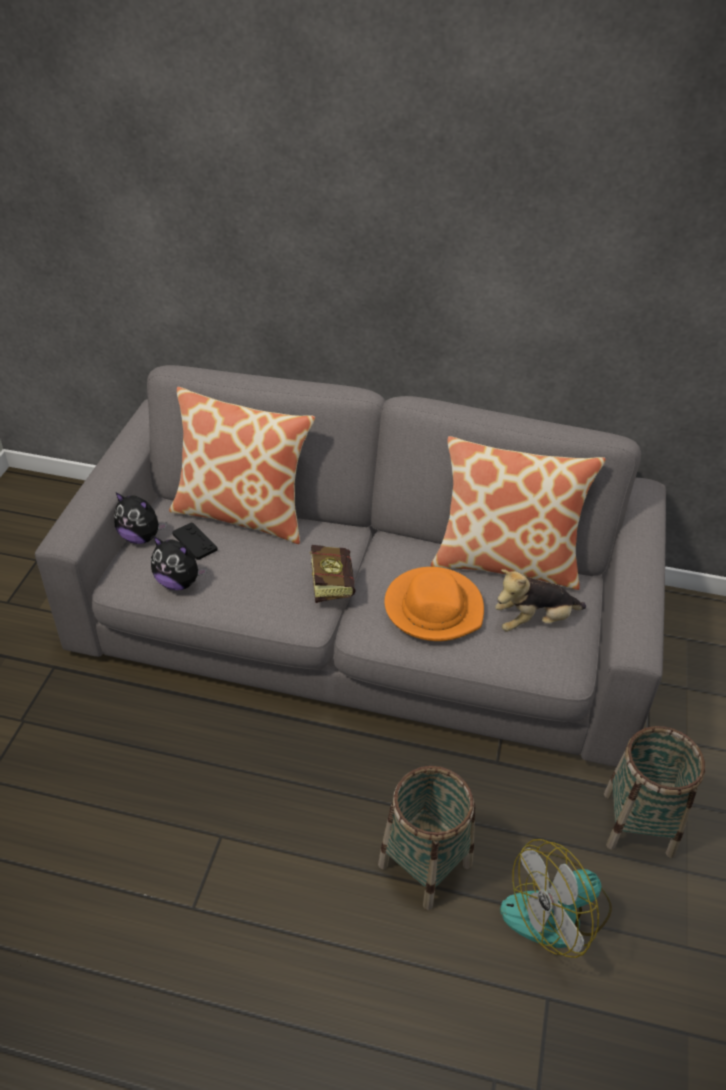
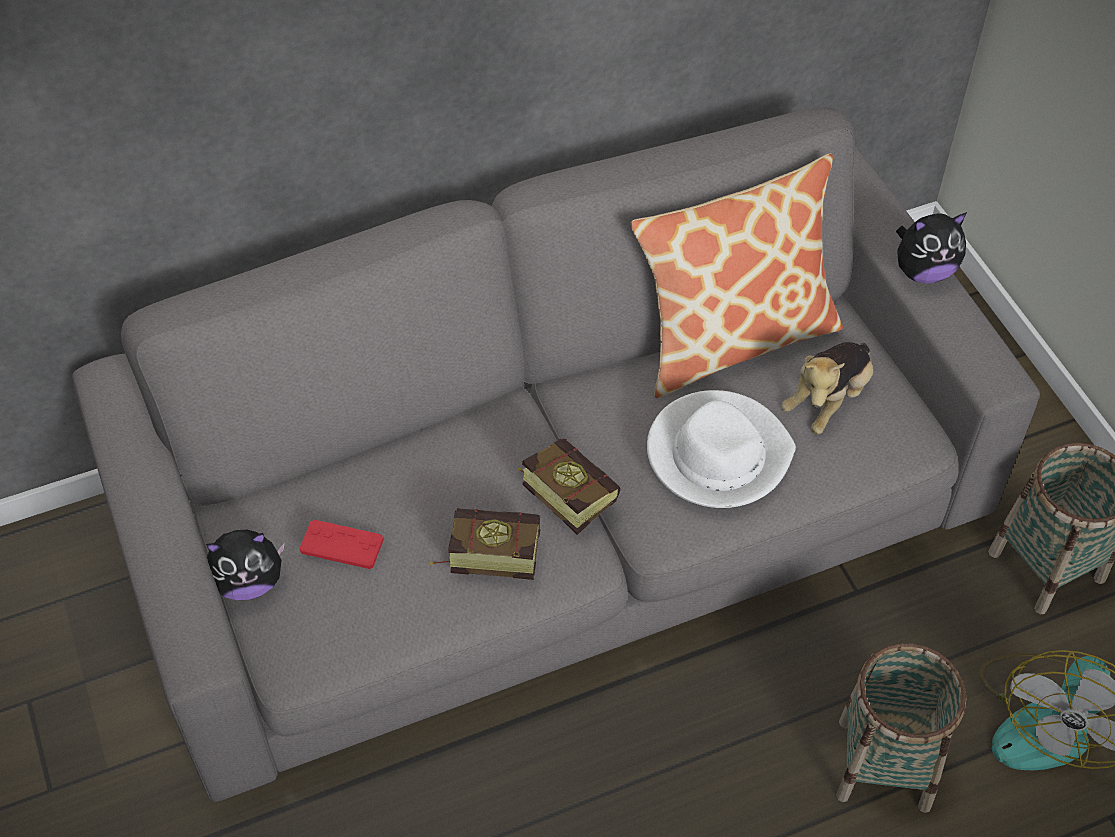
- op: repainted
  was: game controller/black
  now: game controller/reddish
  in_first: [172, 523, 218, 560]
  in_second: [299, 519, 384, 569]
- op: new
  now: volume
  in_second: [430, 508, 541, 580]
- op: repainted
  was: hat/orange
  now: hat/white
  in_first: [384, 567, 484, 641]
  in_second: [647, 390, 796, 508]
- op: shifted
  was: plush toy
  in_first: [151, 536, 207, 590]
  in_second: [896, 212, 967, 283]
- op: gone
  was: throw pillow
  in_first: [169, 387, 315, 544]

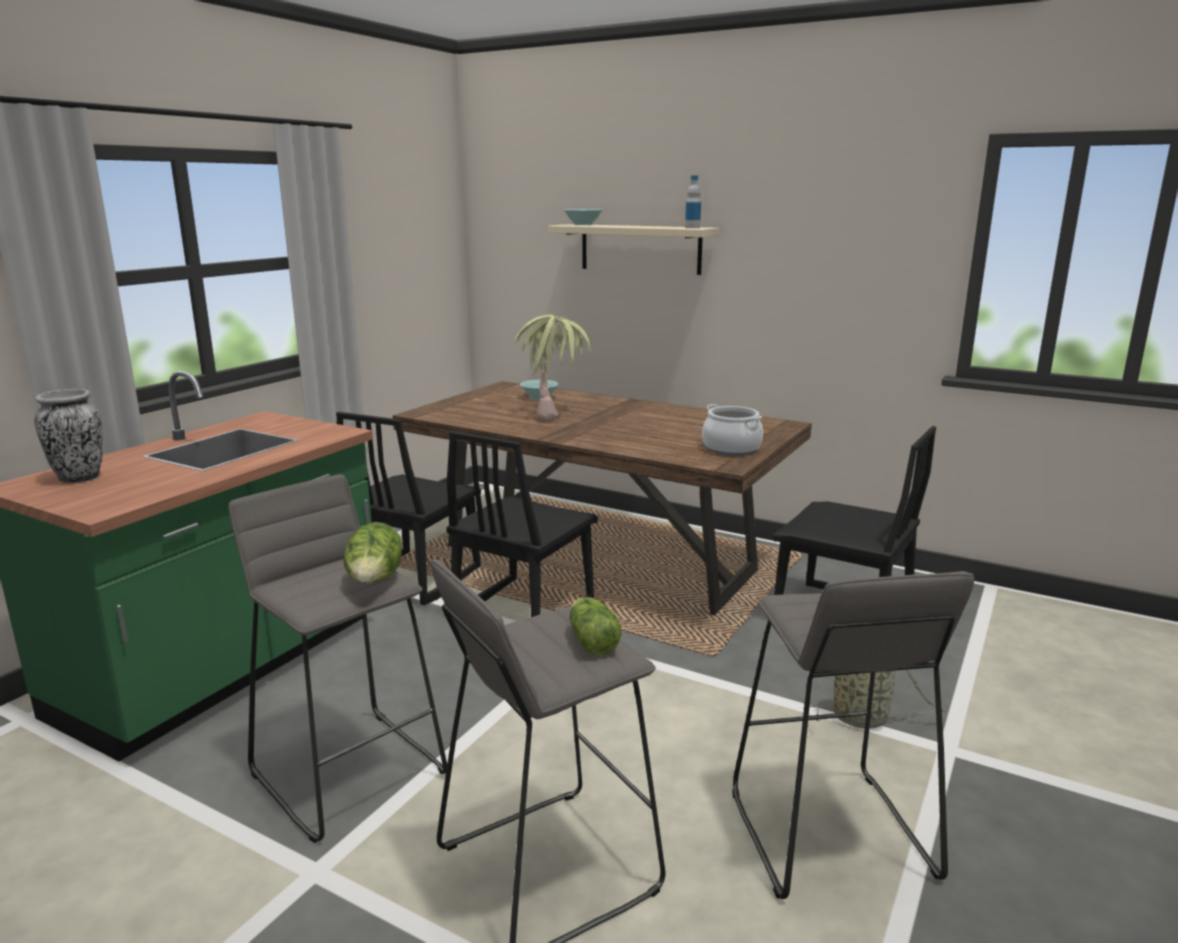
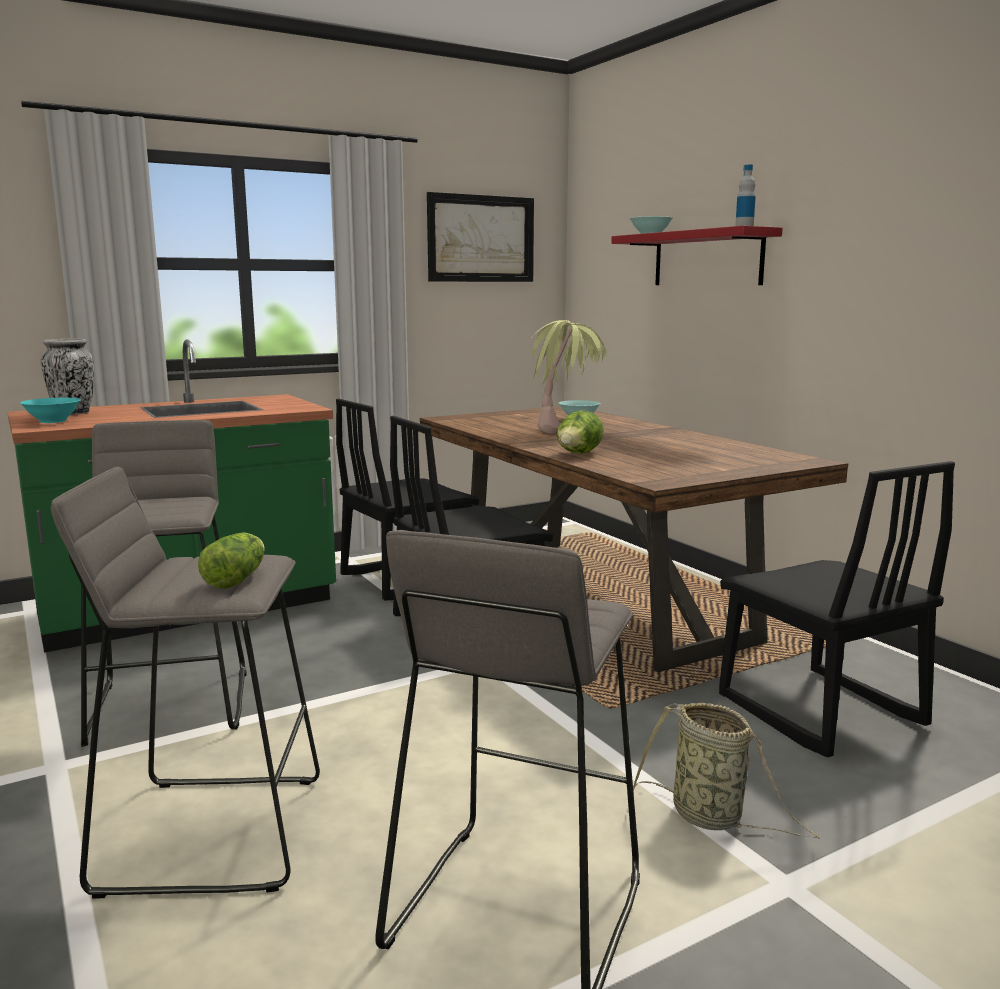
- op: new
  now: serving bowl/turquoise
  in_second: [20, 398, 81, 423]
- op: new
  now: wall picture
  in_second: [427, 192, 534, 282]
- op: shifted
  was: lettuce head
  in_first: [344, 522, 402, 583]
  in_second: [556, 410, 604, 454]
- op: repainted
  was: wall shelf/beige
  now: wall shelf/reddish
  in_first: [548, 224, 719, 275]
  in_second: [611, 226, 783, 285]
- op: gone
  was: saucepot
  in_first: [702, 404, 763, 455]

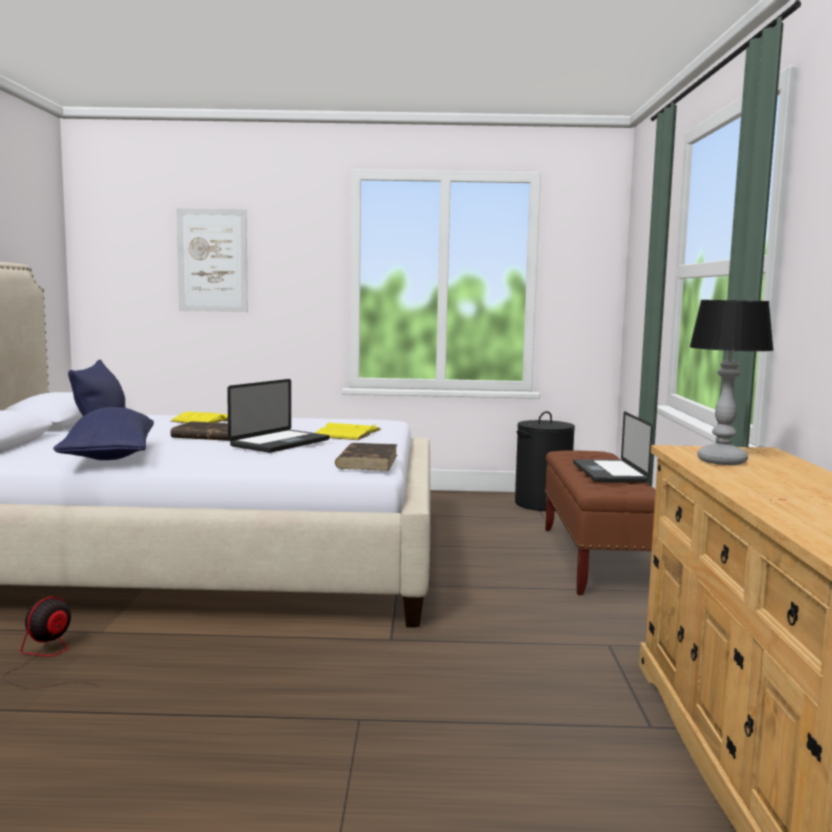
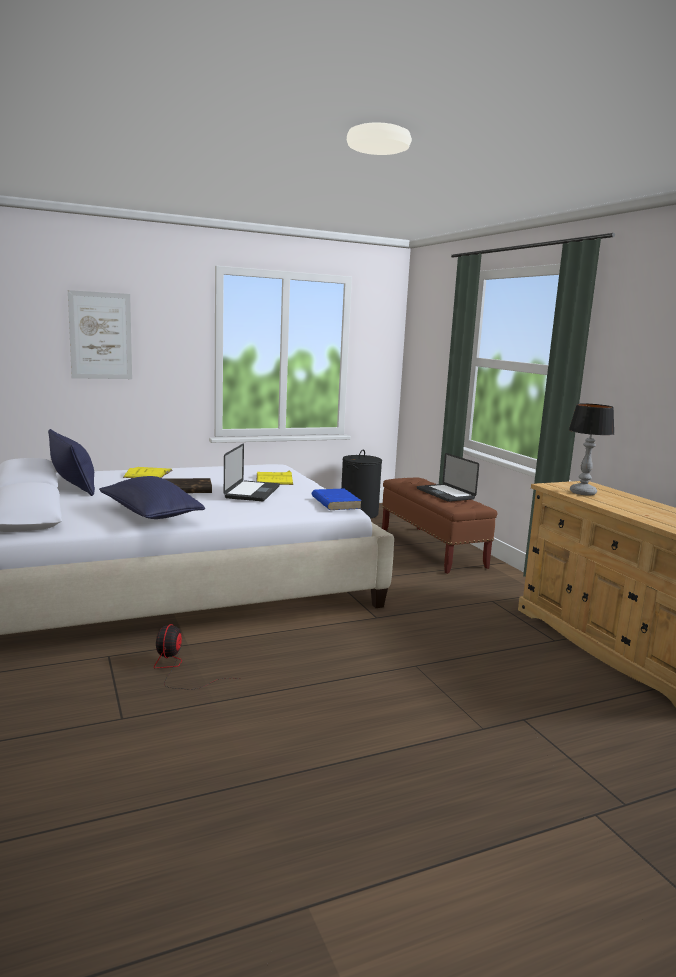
- op: repainted
  was: volume/brown-coloured
  now: volume/bluish
  in_first: [335, 443, 398, 471]
  in_second: [312, 488, 362, 510]

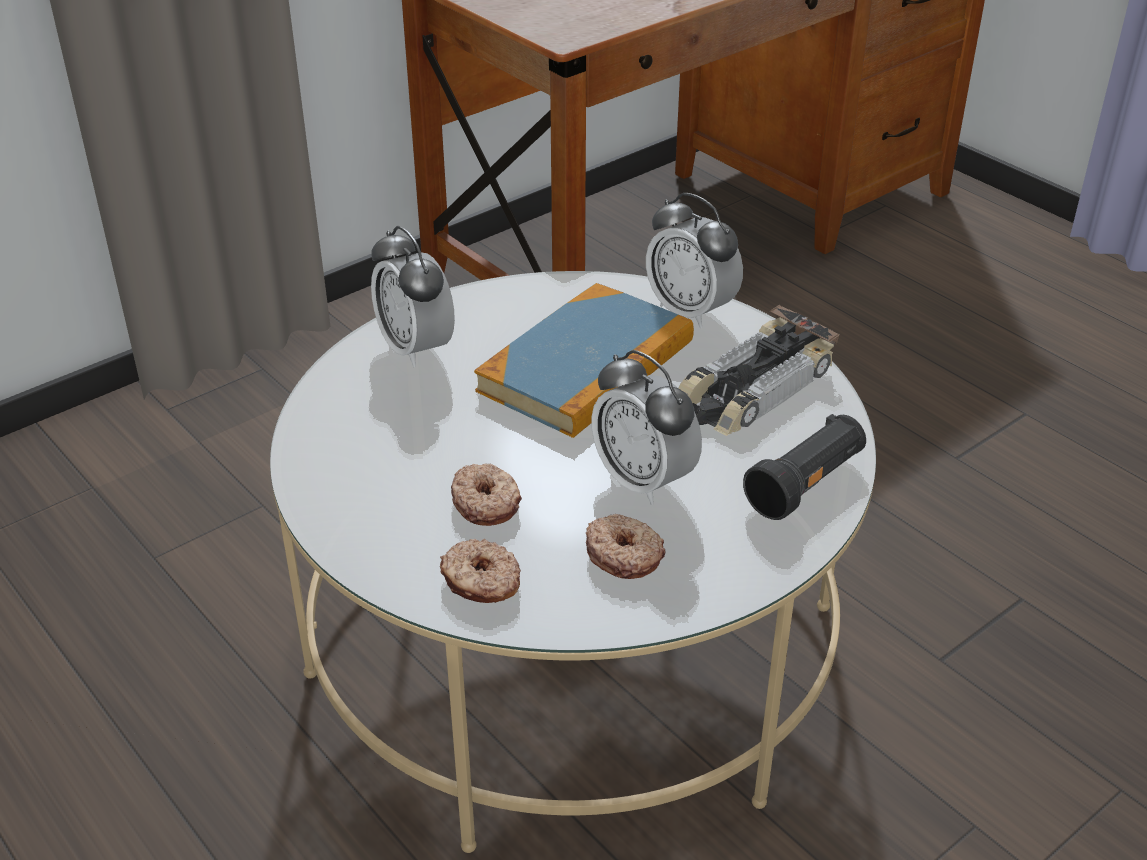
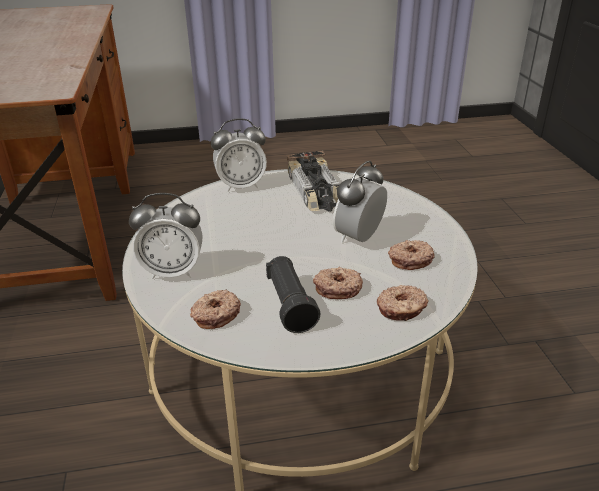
- op: new
  now: donut
  in_second: [190, 290, 241, 329]
- op: shifted
  was: hand torch/black
  in_first: [743, 414, 866, 520]
  in_second: [266, 256, 320, 333]
- op: rotated
  was: alarm clock
  in_first: [591, 350, 702, 505]
  in_second: [333, 161, 387, 243]
  clockwise: 135
- op: gone
  was: volume
  in_first: [474, 283, 694, 438]

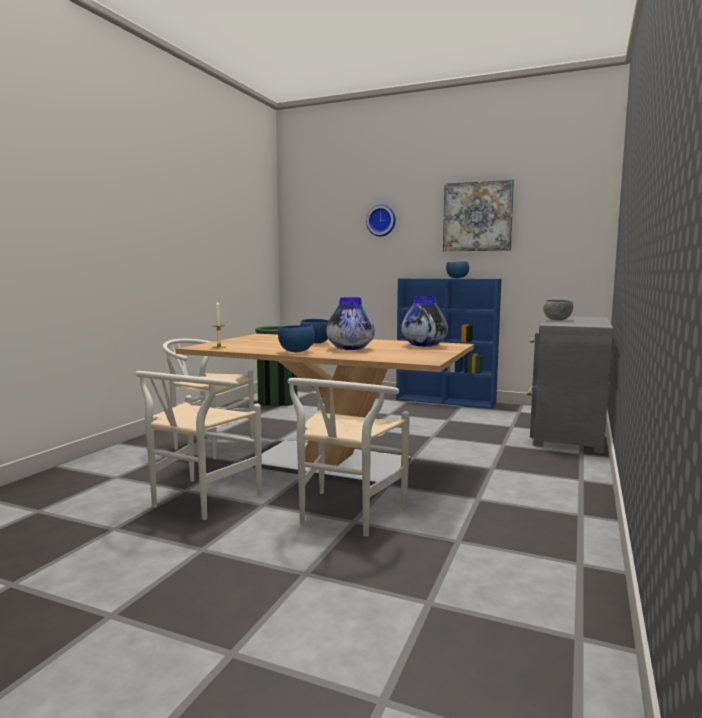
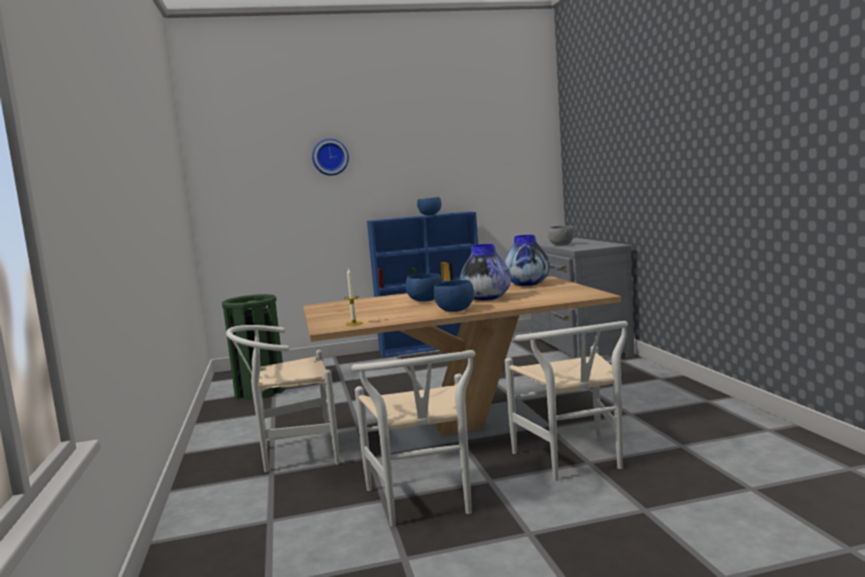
- op: gone
  was: wall picture
  in_first: [443, 179, 514, 252]

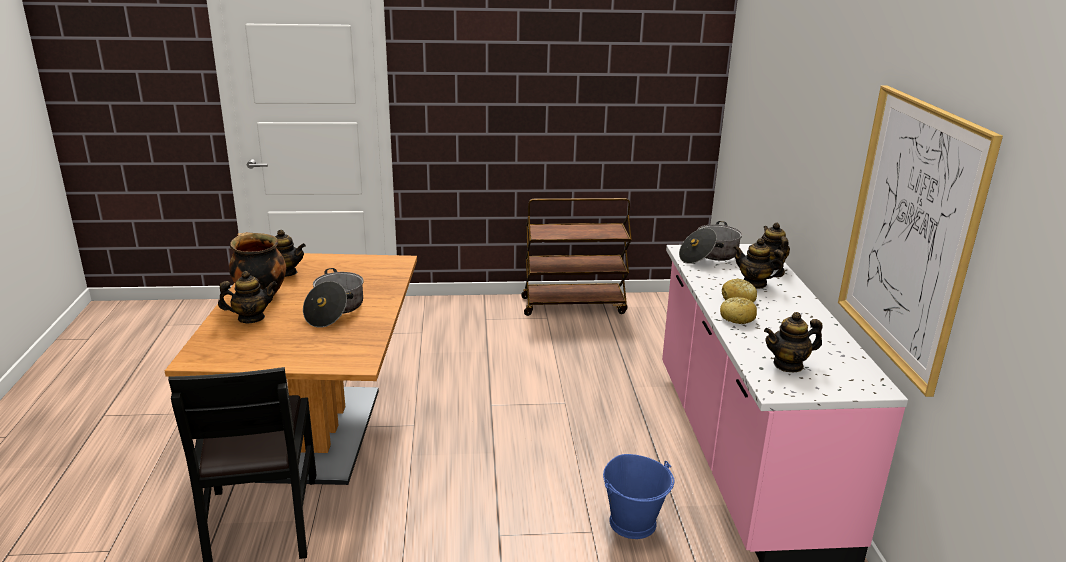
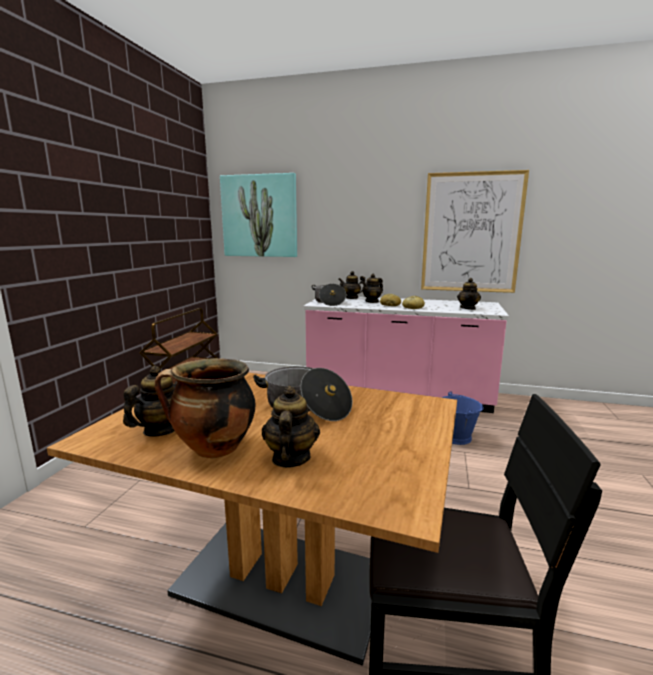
- op: new
  now: wall picture
  in_second: [220, 173, 297, 257]

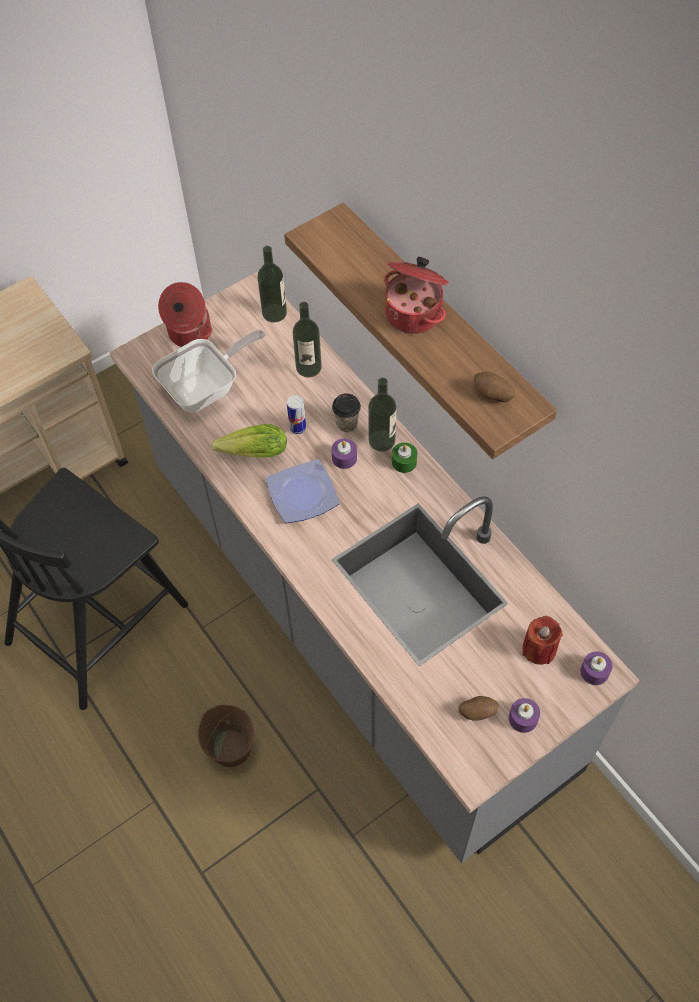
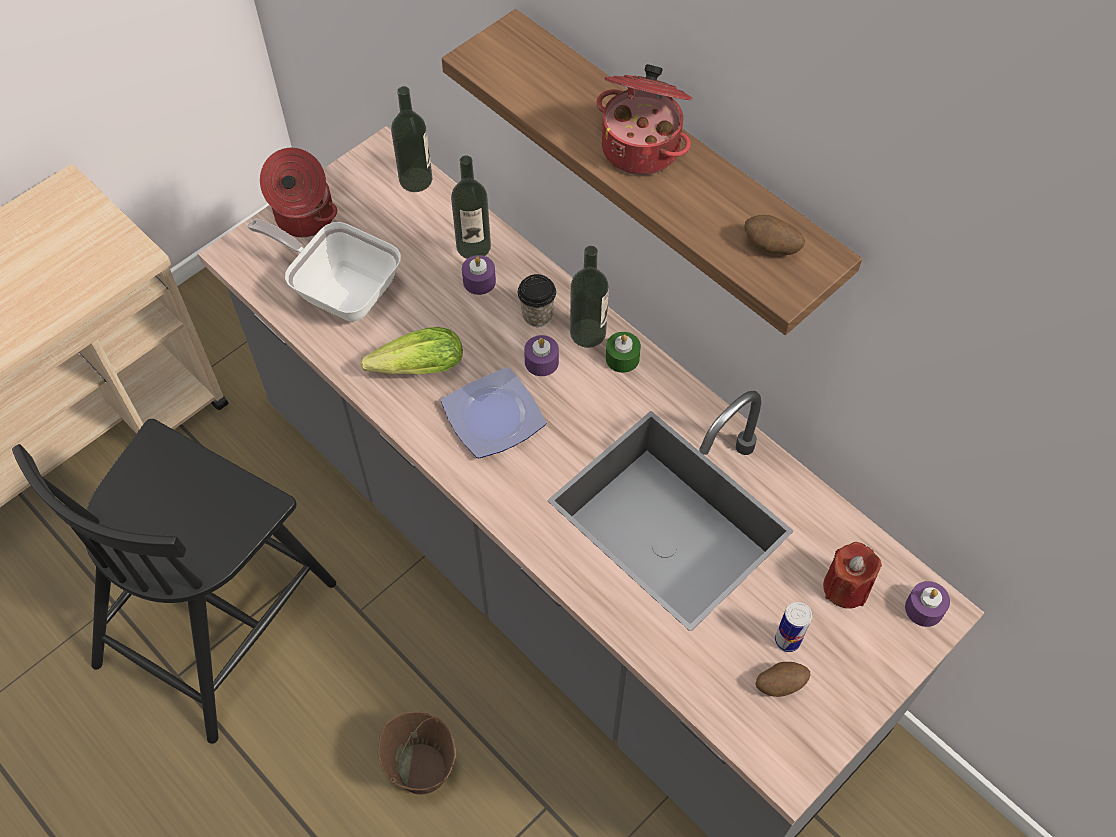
- op: rotated
  was: pan
  in_first: [152, 330, 266, 413]
  in_second: [247, 219, 401, 321]
  clockwise: -105
- op: shifted
  was: candle/purple-coloured
  in_first: [509, 698, 540, 733]
  in_second: [462, 255, 496, 295]
- op: shifted
  was: can
  in_first: [287, 395, 306, 434]
  in_second: [775, 602, 812, 652]

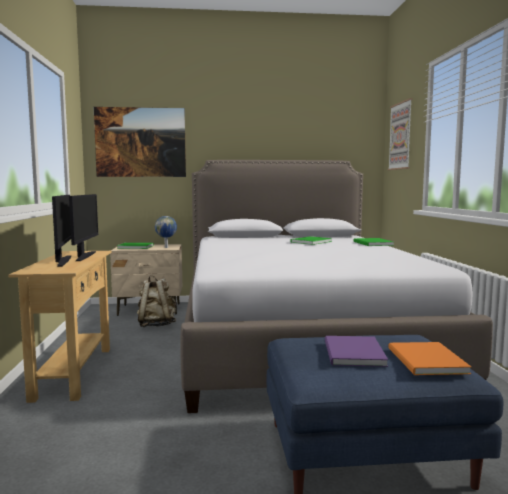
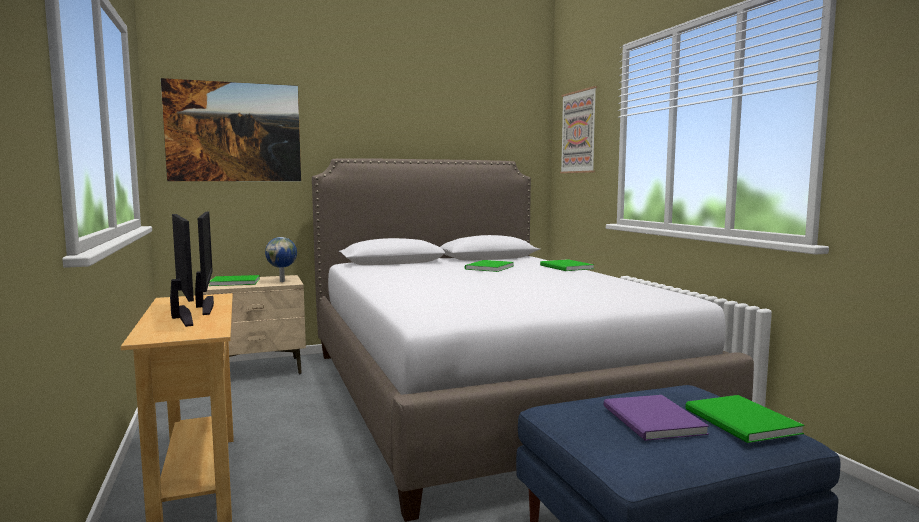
- op: repainted
  was: volume/orange
  now: volume/green-coloured
  in_first: [388, 342, 472, 375]
  in_second: [685, 395, 805, 443]
- op: gone
  was: rucksack/beige
  in_first: [137, 275, 176, 327]

